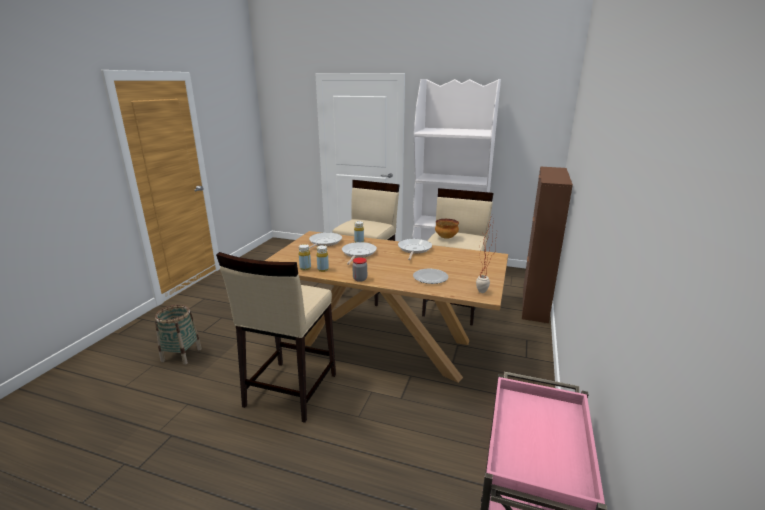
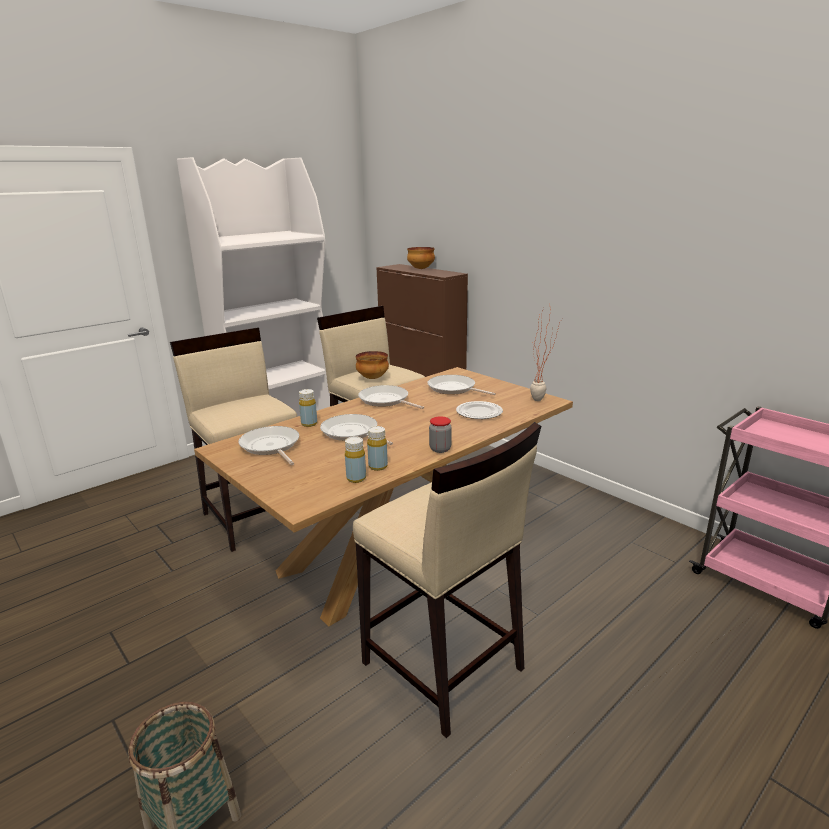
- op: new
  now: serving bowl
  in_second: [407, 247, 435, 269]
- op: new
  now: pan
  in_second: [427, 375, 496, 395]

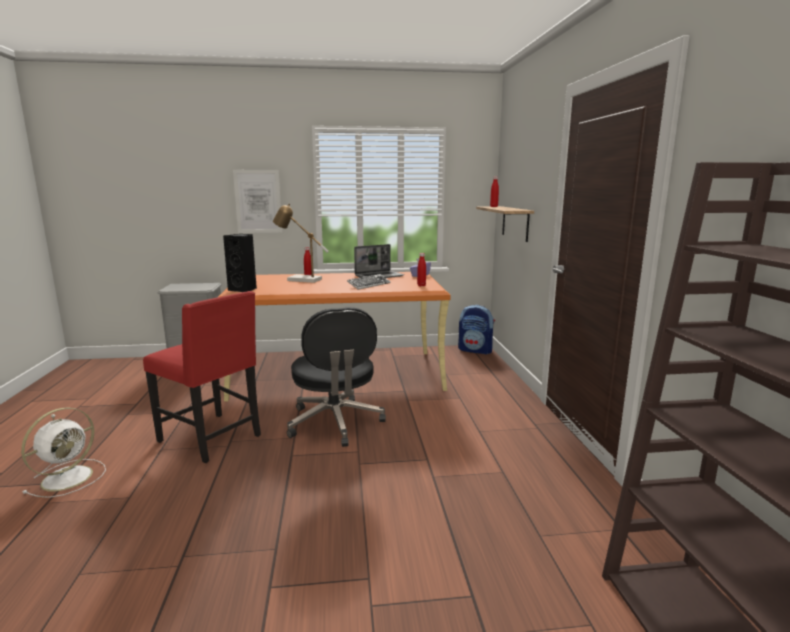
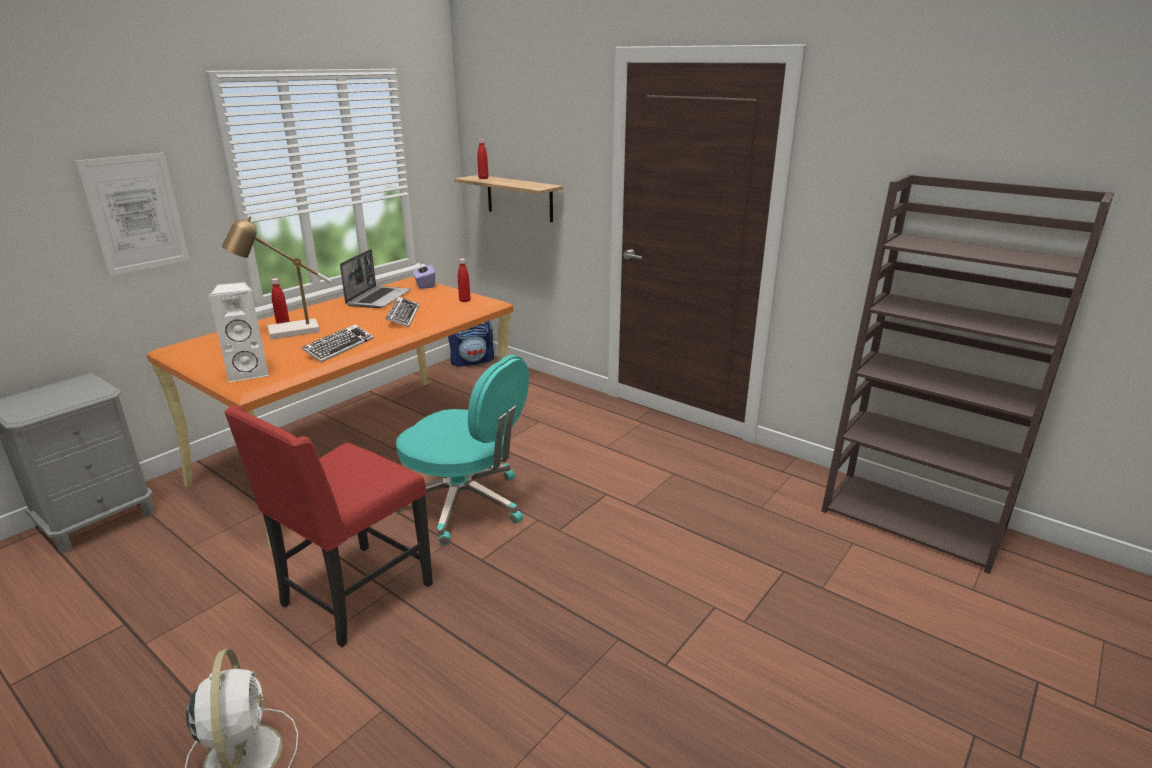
- op: repainted
  was: loudspeaker/black
  now: loudspeaker/white
  in_first: [223, 234, 257, 292]
  in_second: [209, 281, 269, 382]
- op: rotated
  was: plain chair/reddish
  in_first: [143, 291, 261, 463]
  in_second: [224, 405, 433, 647]
  clockwise: 135
- op: new
  now: computer keyboard
  in_second: [301, 324, 373, 363]
- op: repainted
  was: office chair/black
  now: office chair/turquoise
  in_first: [287, 307, 386, 447]
  in_second: [396, 355, 529, 545]

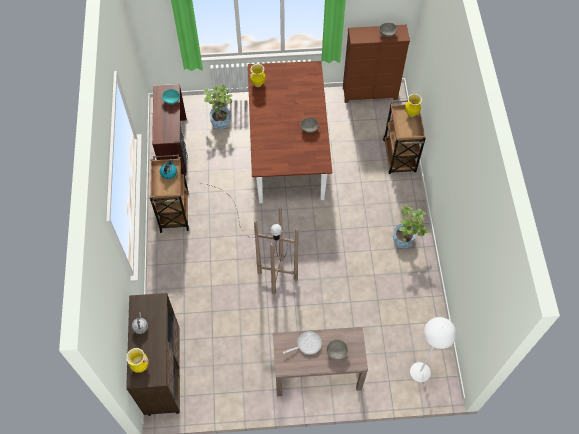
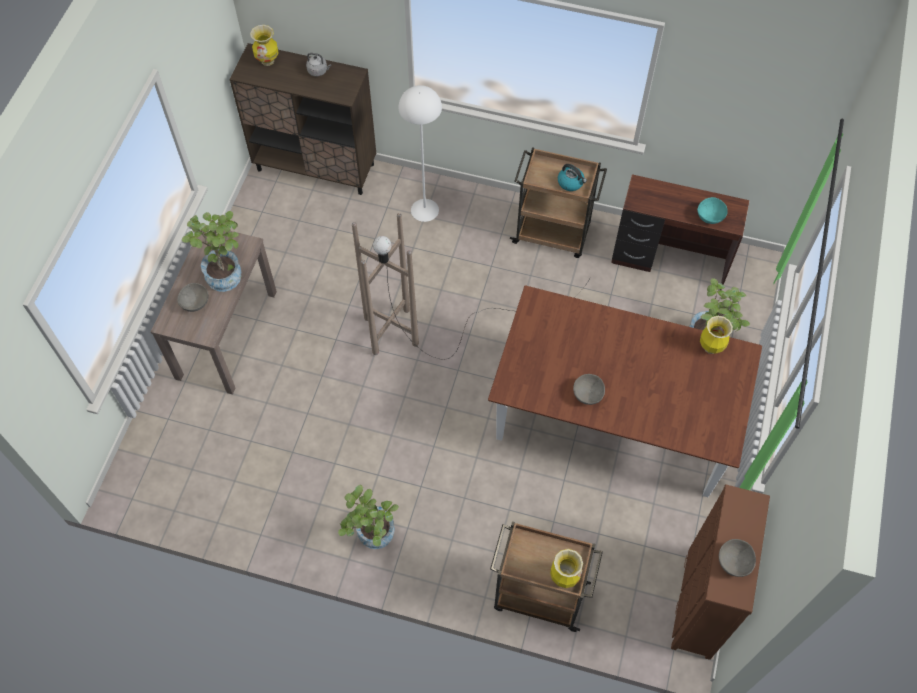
- op: swapped
  was: pan
  now: potted plant
  in_first: [283, 331, 322, 354]
  in_second: [182, 211, 241, 292]
- op: shifted
  was: floor lamp/white
  in_first: [410, 317, 456, 382]
  in_second: [399, 85, 442, 222]

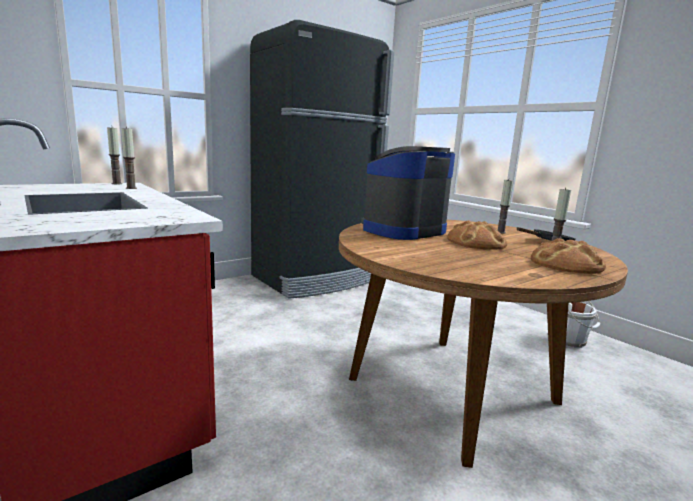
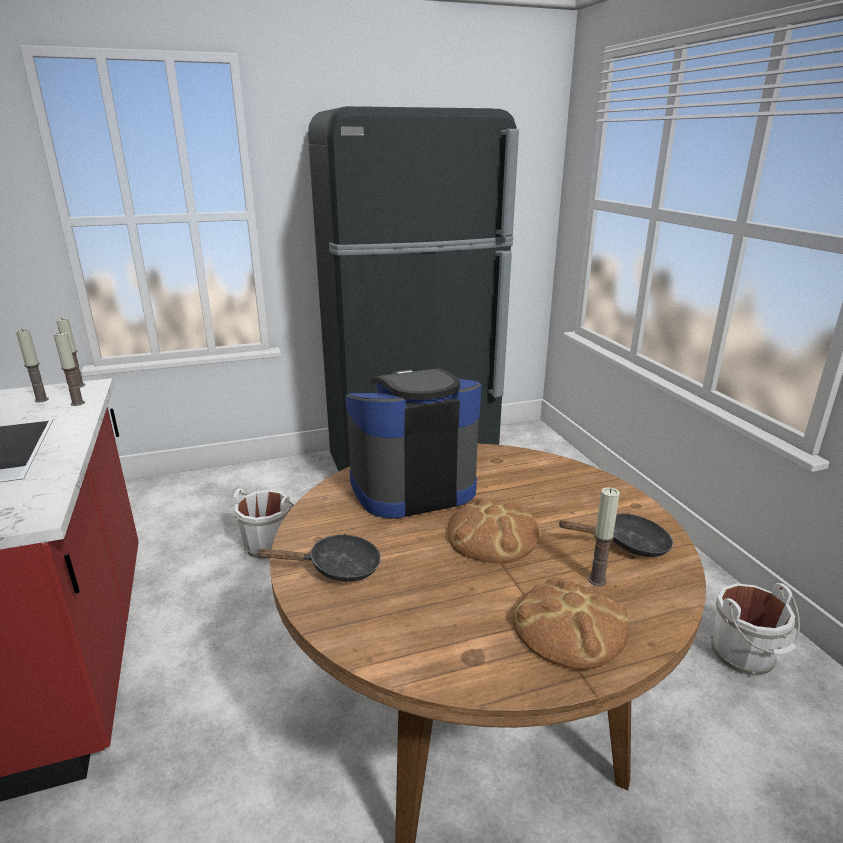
- op: shifted
  was: candle
  in_first: [498, 180, 513, 233]
  in_second: [16, 329, 49, 403]
- op: new
  now: water bucket/white
  in_second: [234, 488, 294, 560]
- op: new
  now: pan/black
  in_second: [255, 534, 381, 582]

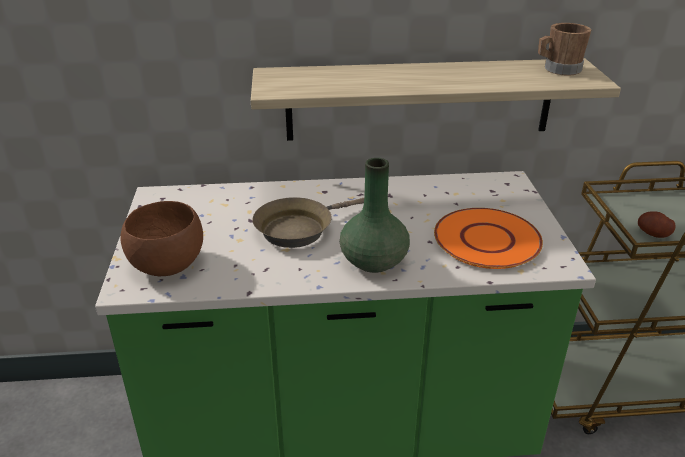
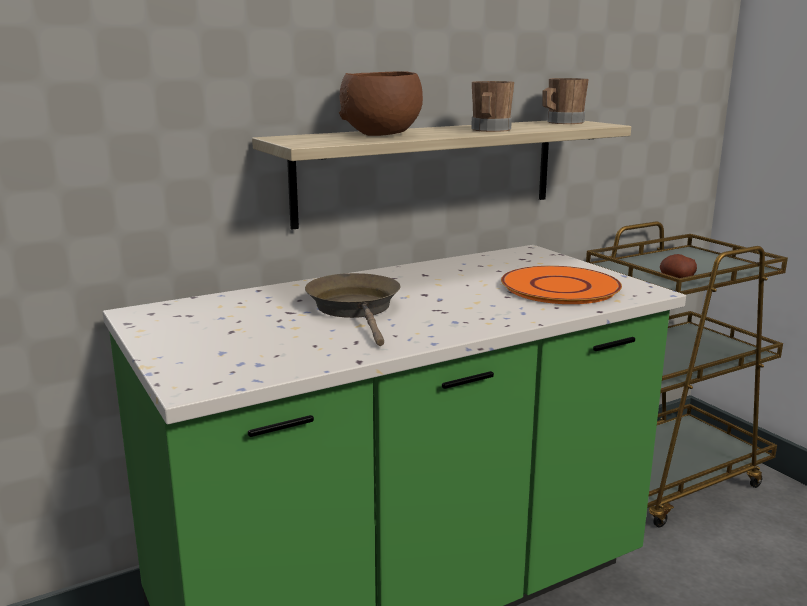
- op: rotated
  was: pan/brown-coloured
  in_first: [252, 197, 364, 248]
  in_second: [305, 273, 401, 346]
  clockwise: 135
- op: shifted
  was: serving bowl/brown-coloured
  in_first: [120, 201, 203, 276]
  in_second: [339, 71, 423, 136]
- op: new
  now: tea mug/brown-coloured
  in_second: [471, 81, 514, 132]
- op: gone
  was: decorative vase/green-coloured
  in_first: [340, 158, 410, 273]

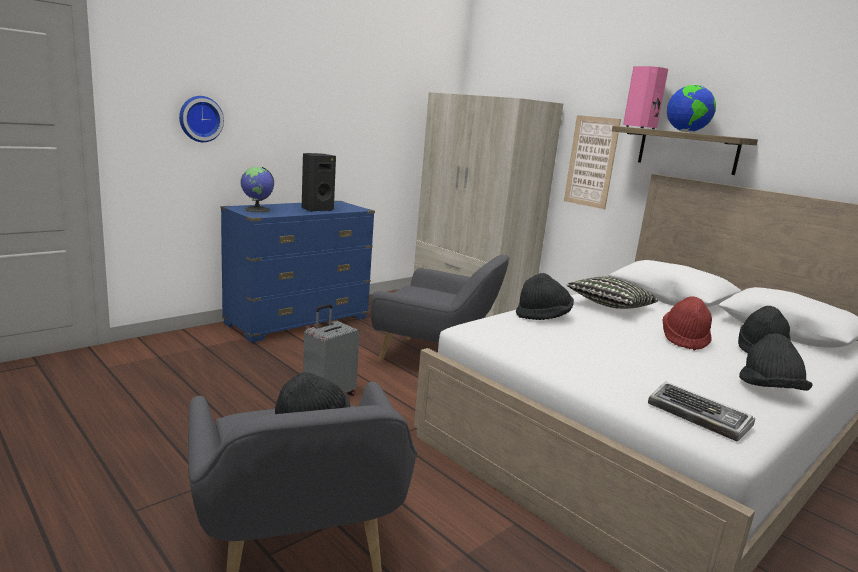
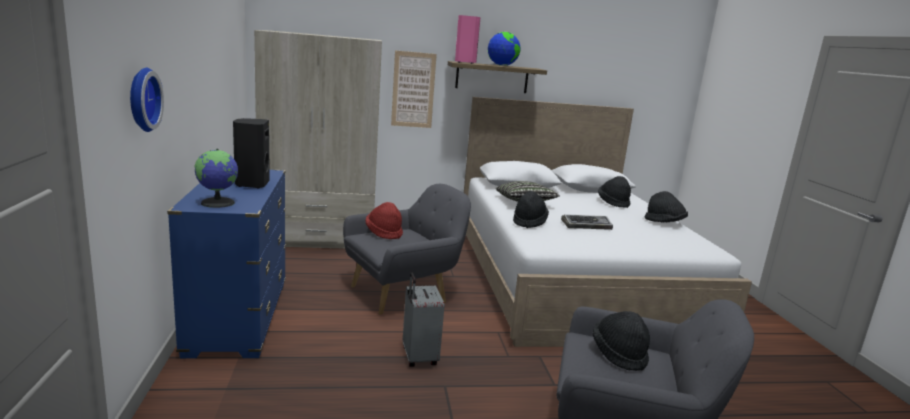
- op: shifted
  was: hat/reddish
  in_first: [662, 296, 712, 350]
  in_second: [365, 202, 403, 239]
- op: shifted
  was: computer keyboard
  in_first: [648, 381, 755, 442]
  in_second: [561, 214, 613, 230]

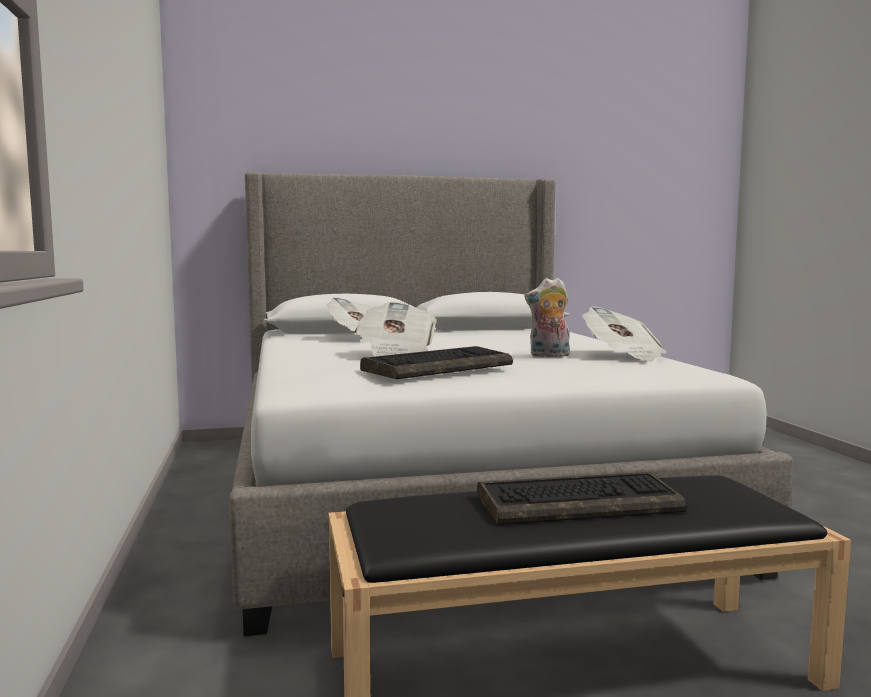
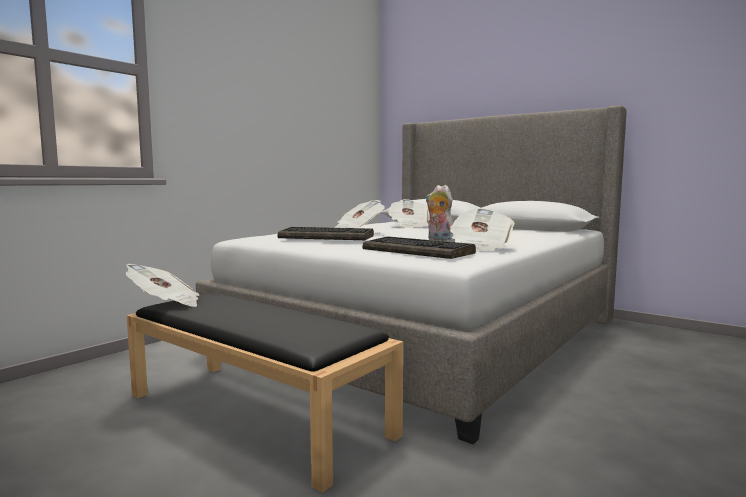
- op: new
  now: printed paper
  in_second: [125, 264, 199, 307]
- op: shifted
  was: computer keyboard
  in_first: [477, 472, 686, 525]
  in_second: [362, 236, 476, 259]

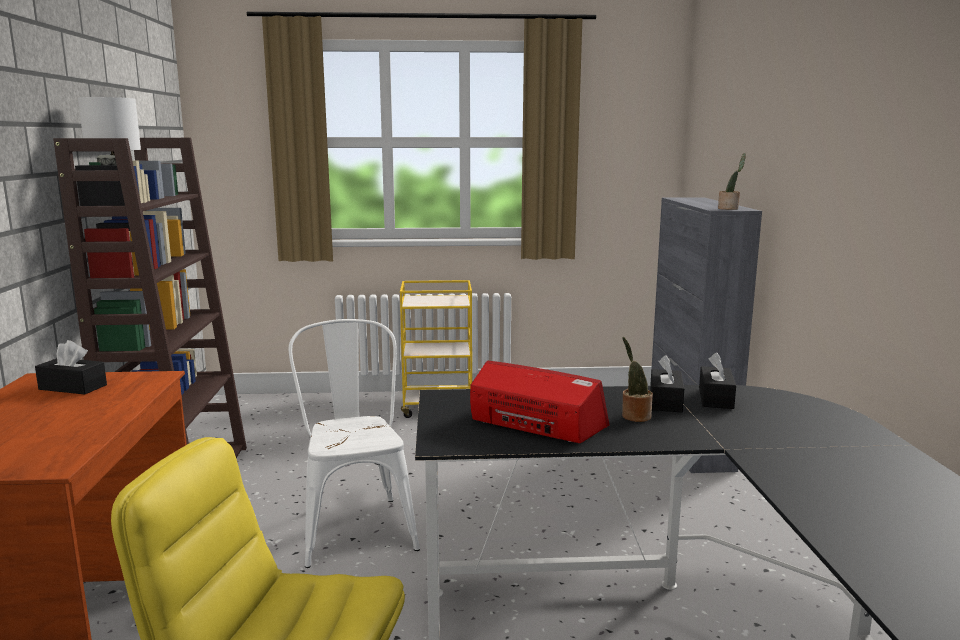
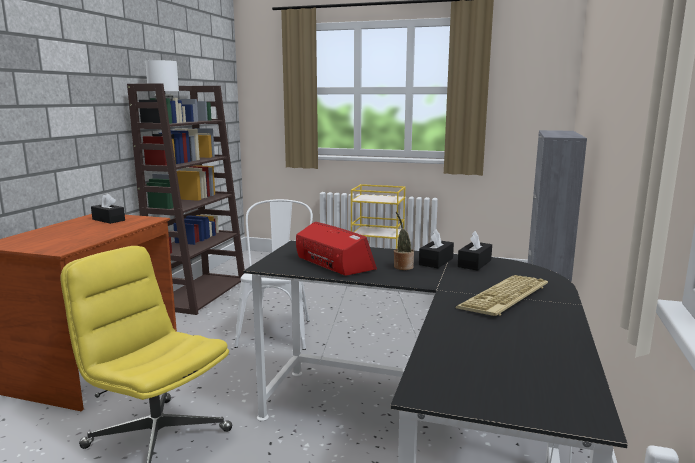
- op: new
  now: computer keyboard
  in_second: [456, 275, 548, 316]
- op: gone
  was: potted plant
  in_first: [718, 153, 746, 210]

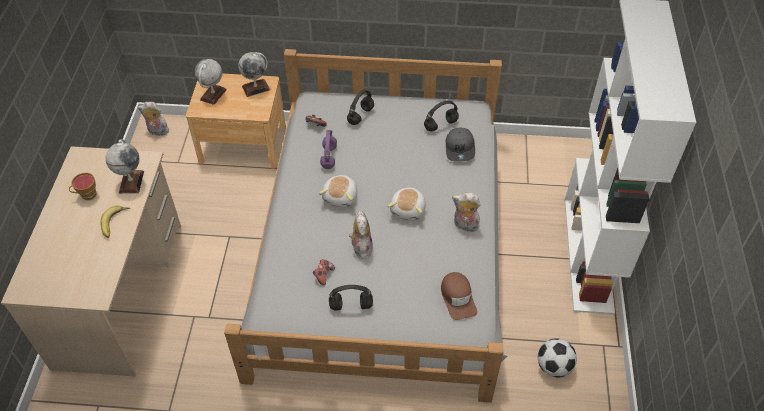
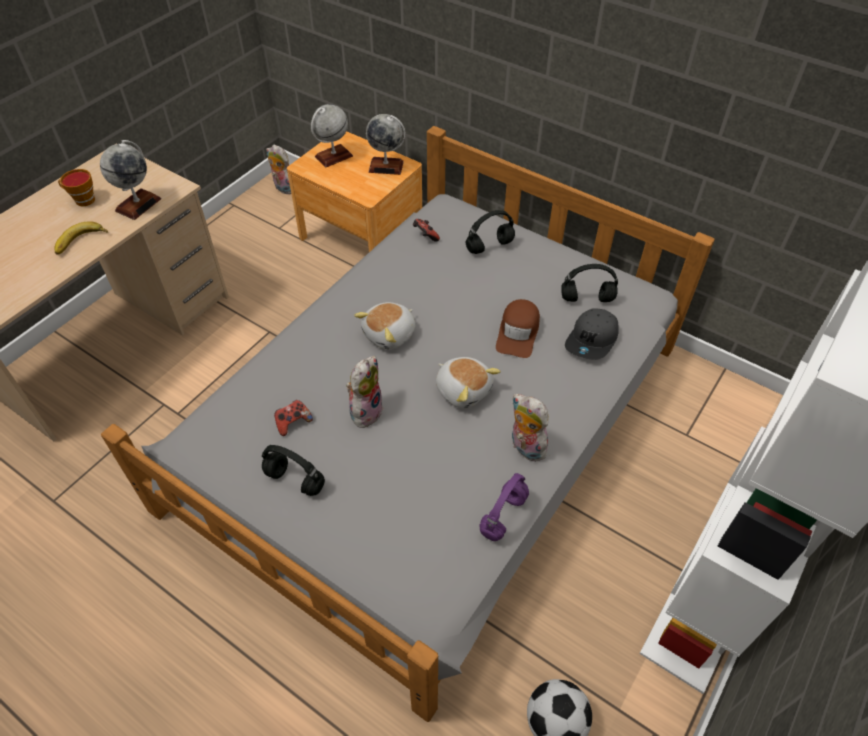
- op: rotated
  was: plush toy
  in_first: [388, 188, 426, 221]
  in_second: [436, 357, 501, 409]
  clockwise: -90
- op: shifted
  was: pair of headphones/purple-coloured
  in_first: [320, 130, 337, 169]
  in_second: [480, 473, 529, 541]
- op: shifted
  was: cap/brown-coloured
  in_first: [441, 272, 477, 320]
  in_second: [496, 299, 540, 358]

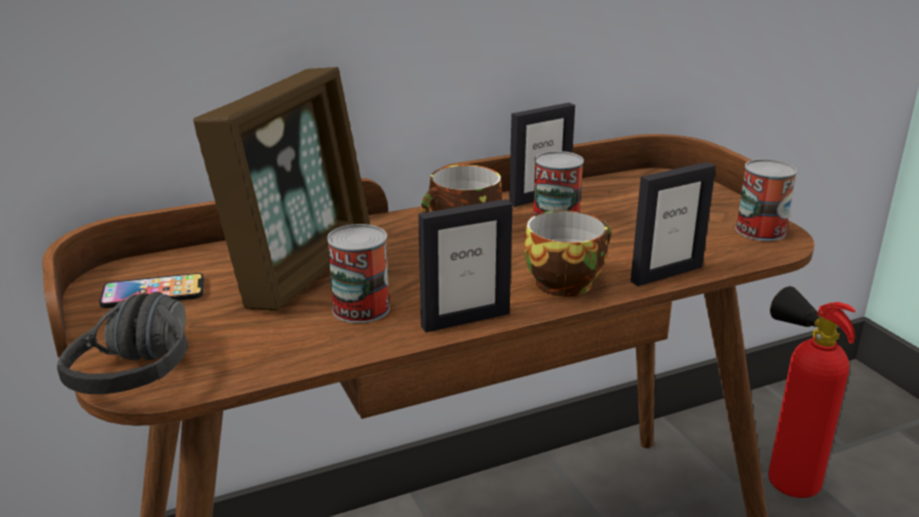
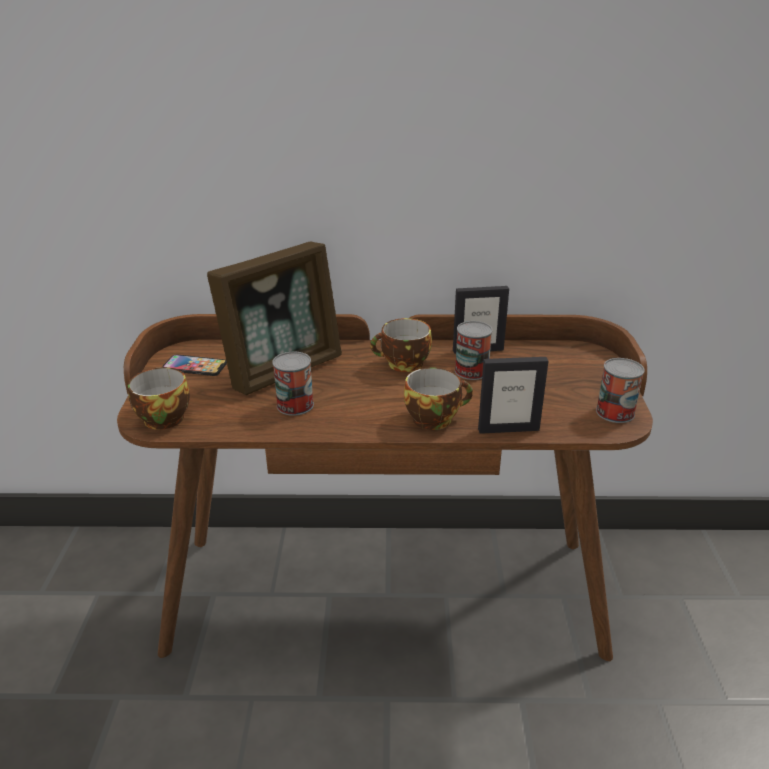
- op: swapped
  was: pair of headphones/black
  now: drinking cup
  in_first: [57, 292, 188, 394]
  in_second: [128, 367, 190, 430]
- op: gone
  was: photo frame
  in_first: [418, 199, 513, 333]
- op: gone
  was: fire extinguisher
  in_first: [768, 286, 856, 498]

